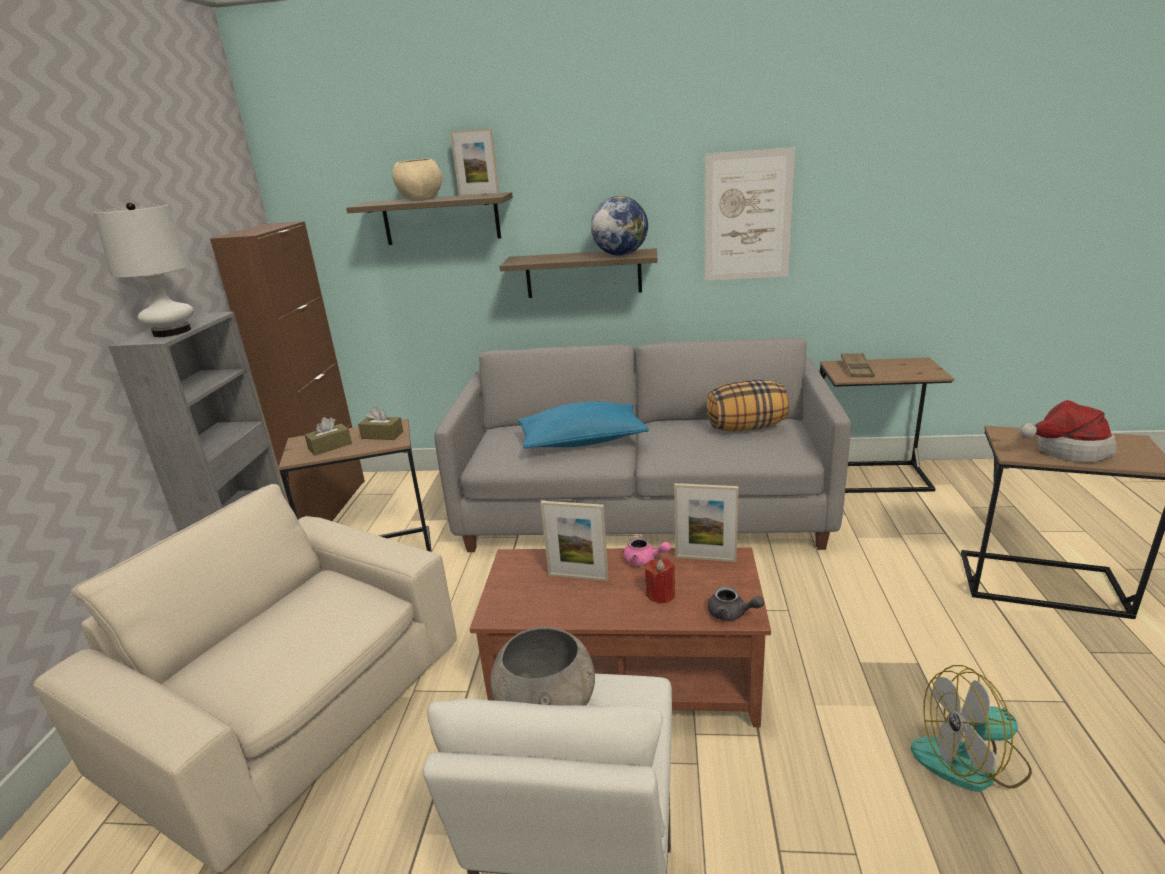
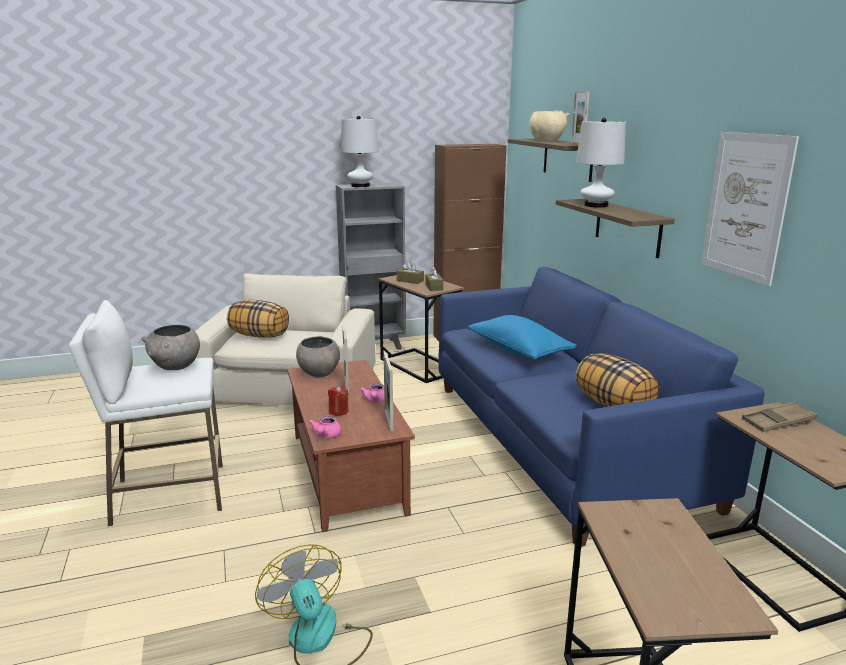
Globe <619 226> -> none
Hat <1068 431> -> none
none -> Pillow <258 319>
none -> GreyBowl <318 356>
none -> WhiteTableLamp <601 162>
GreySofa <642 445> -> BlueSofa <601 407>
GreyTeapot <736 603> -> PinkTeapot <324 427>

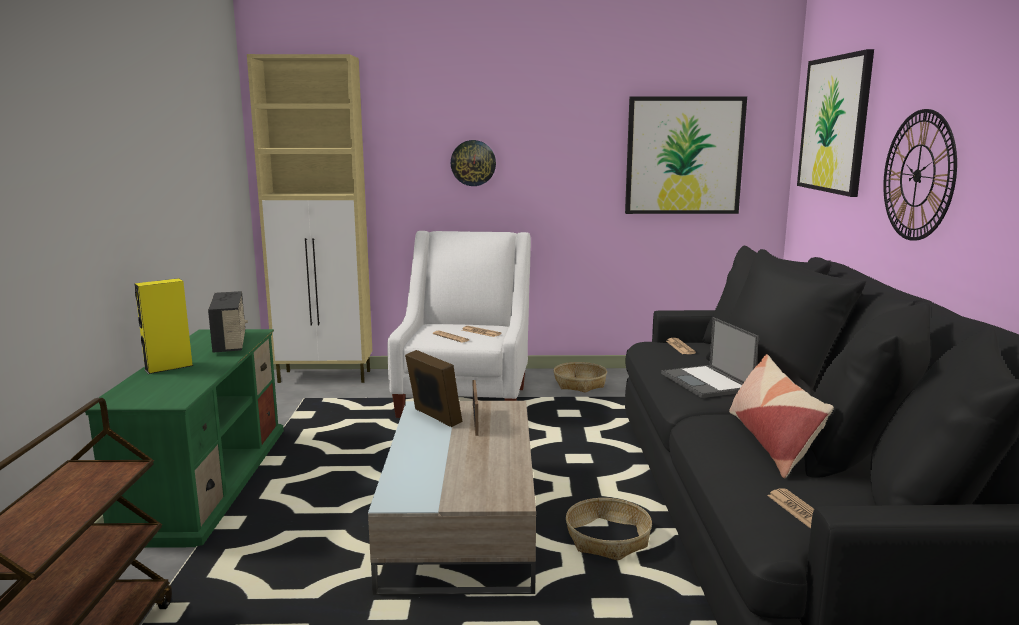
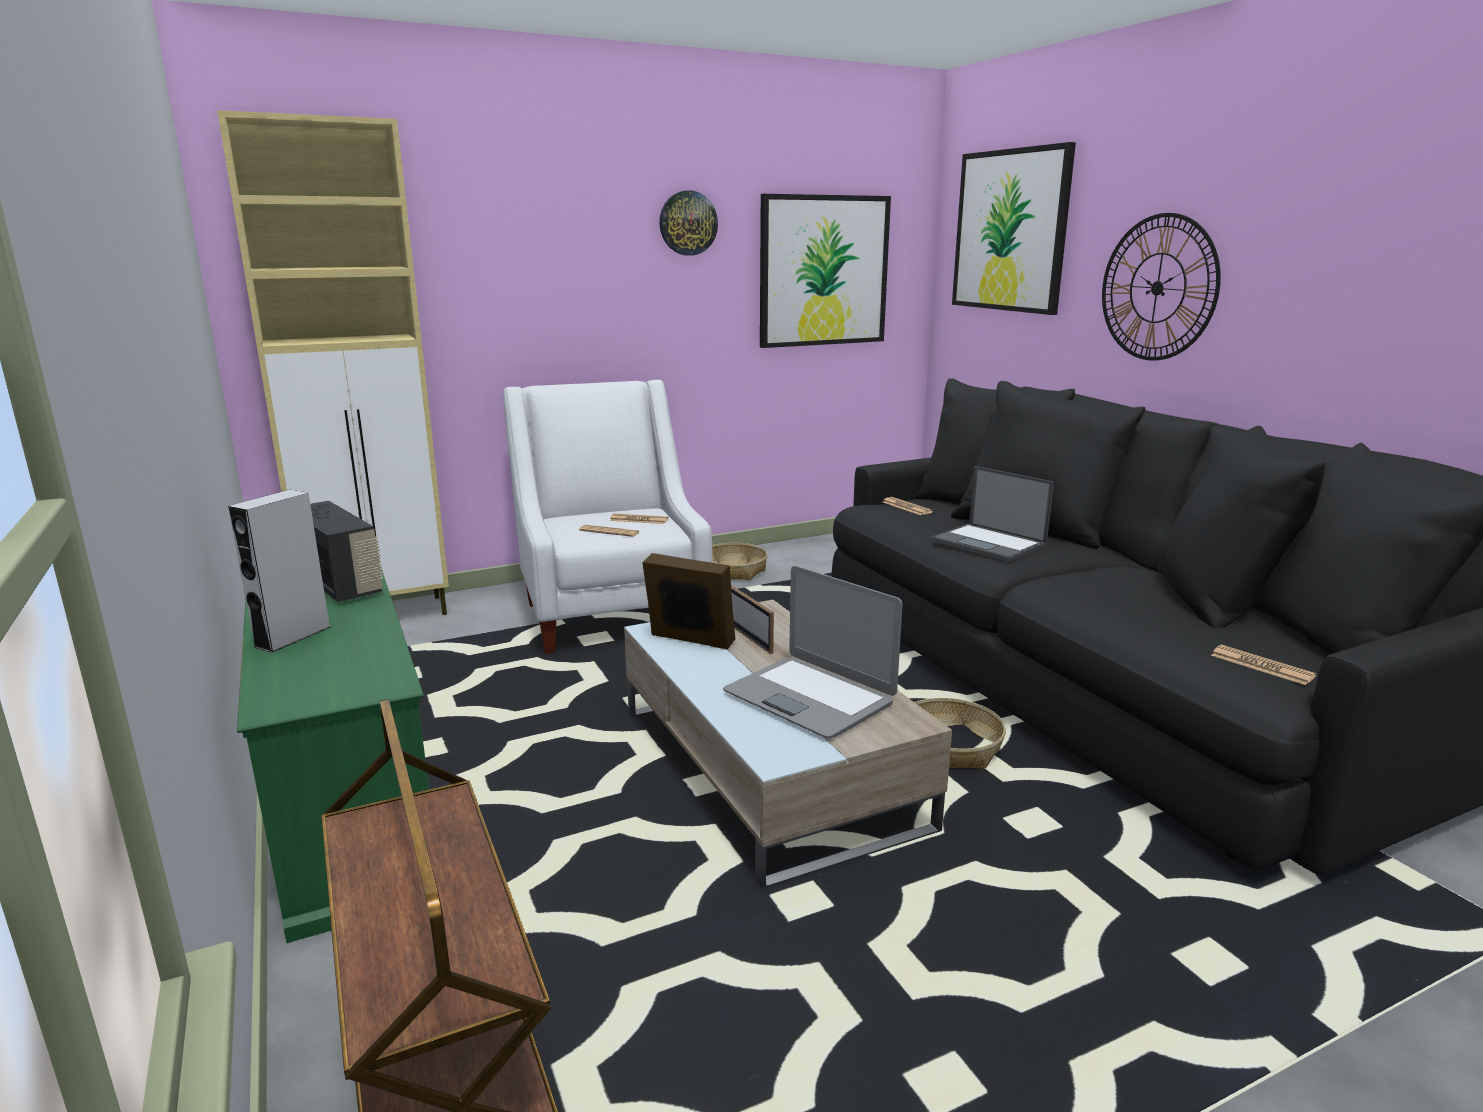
Pillow <781 416> -> none
none -> Laptop <813 652>
WallClock <473 163> -> WallClock <688 223>, shifted
YellowSpeaker <163 326> -> GreySpeaker <279 571>

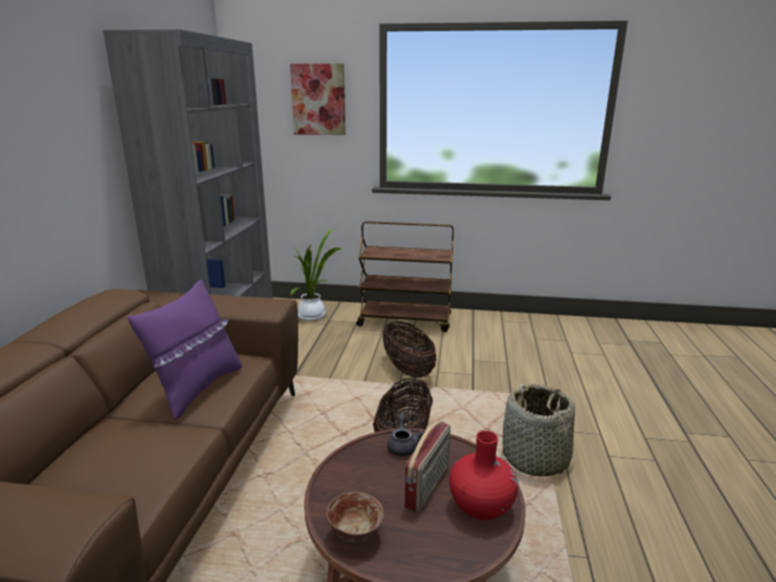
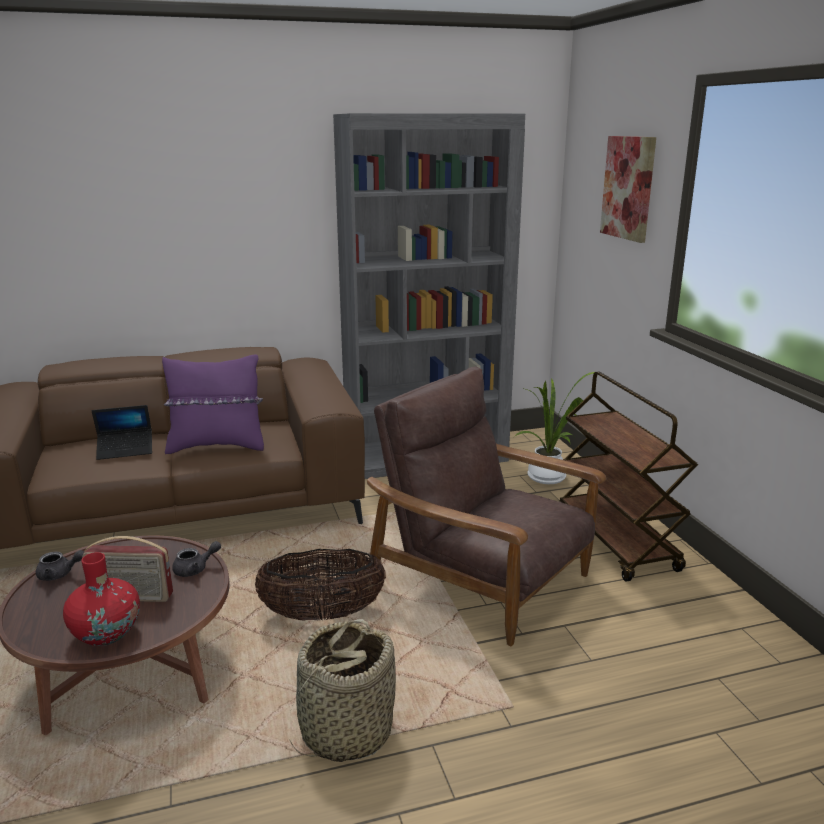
none -> Laptop <122 432>
Bowl <355 517> -> GreyTeapot <60 565>
Basket <409 349> -> BrownArmchair <486 506>

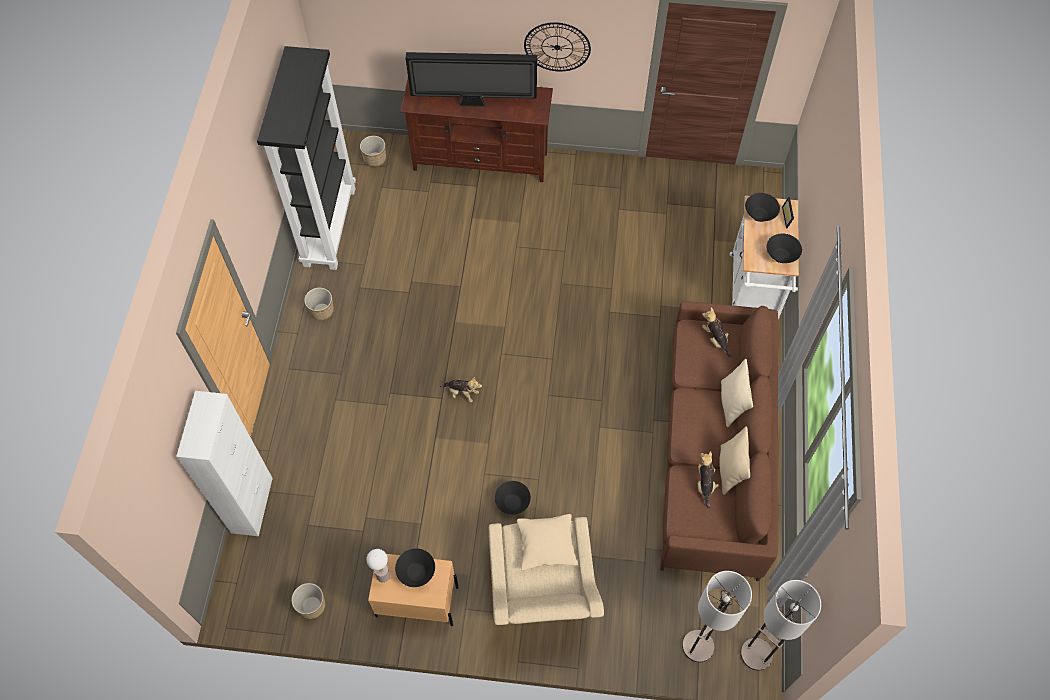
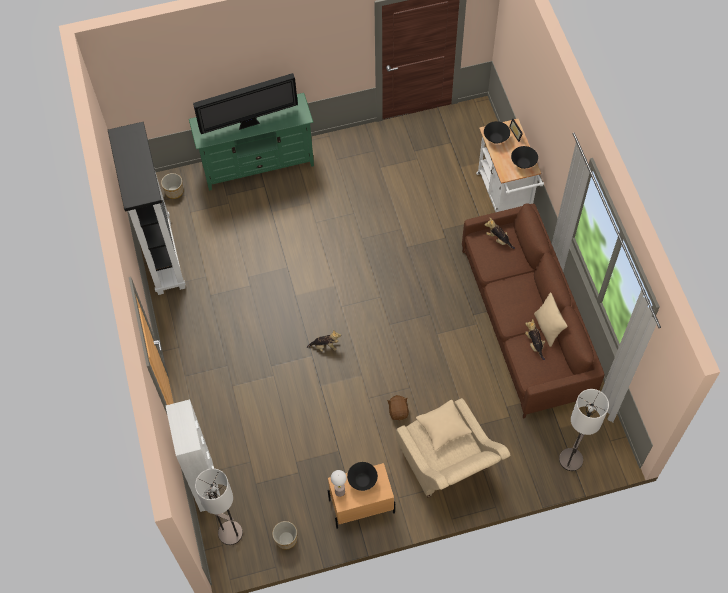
Planter <319 304> -> none
WallClock <557 47> -> none
BeigePillow <737 393> -> none
FloorLamp <781 625> -> FloorLamp <219 506>, shifted
BlackBowl <513 498> -> BrownPlushToy <398 407>
BrownTvStand <476 130> -> GreenTvStand <251 142>

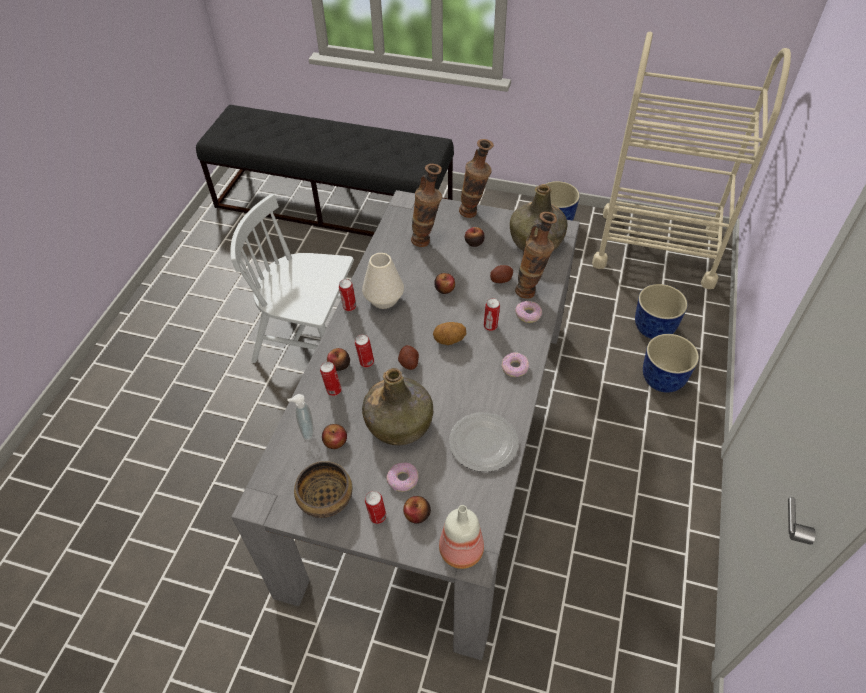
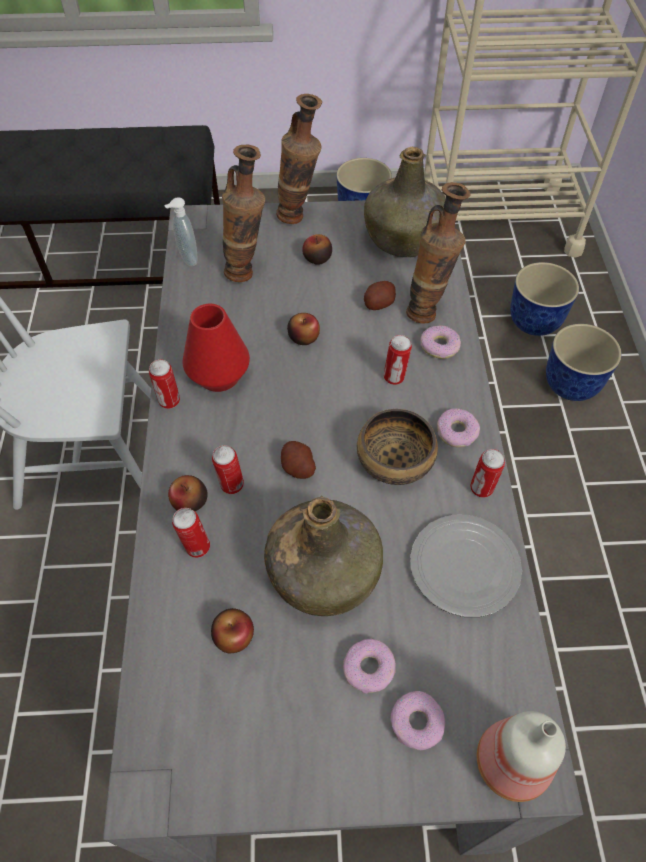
Potato <449 333> -> none
SoapDispenser <300 417> -> SoapDispenser <180 231>, shifted
Bowl <323 489> -> Bowl <397 447>, shifted
Can <375 507> -> Can <487 473>, shifted
Apple <417 510> -> Donut <417 720>
WhiteVase <383 281> -> RedVase <216 348>

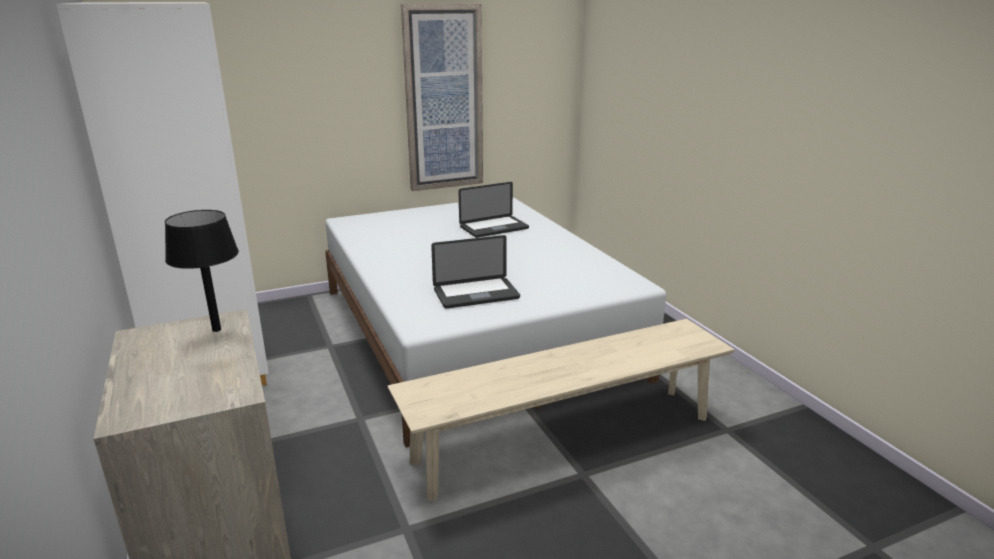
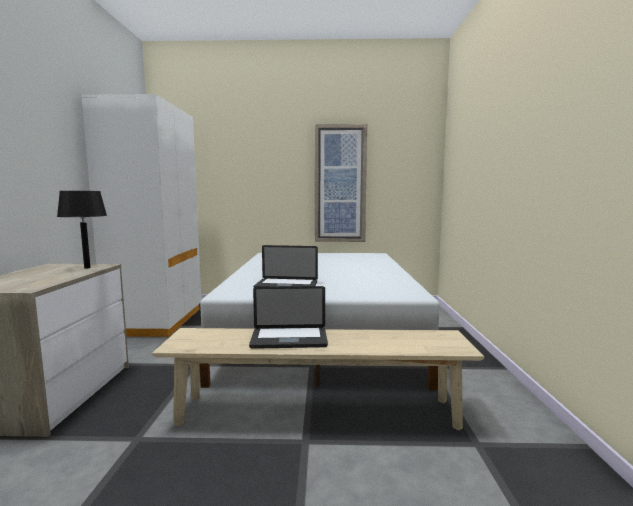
Laptop <493 210> -> Laptop <288 317>, shifted

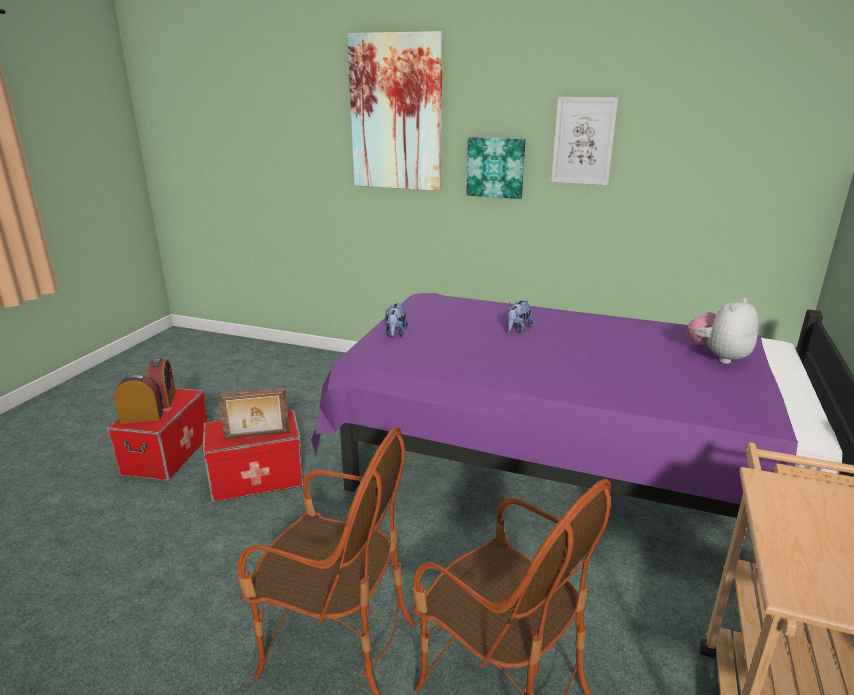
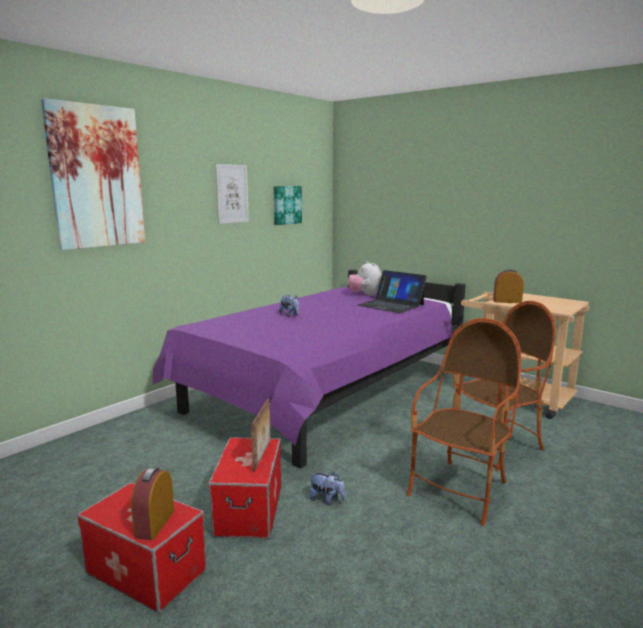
none -> Laptop <392 291>
AlarmClock <161 383> -> AlarmClock <508 286>, shifted
PlushToy <396 320> -> PlushToy <328 488>, shifted
Picture <496 168> -> Picture <288 205>, shifted

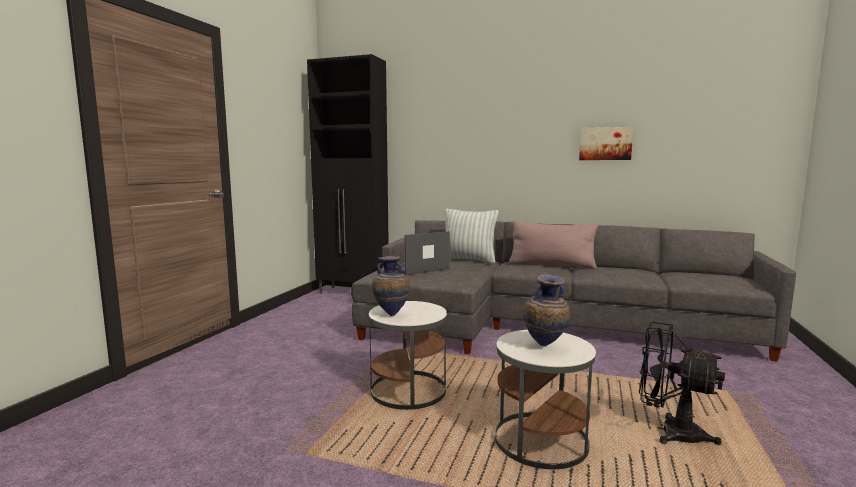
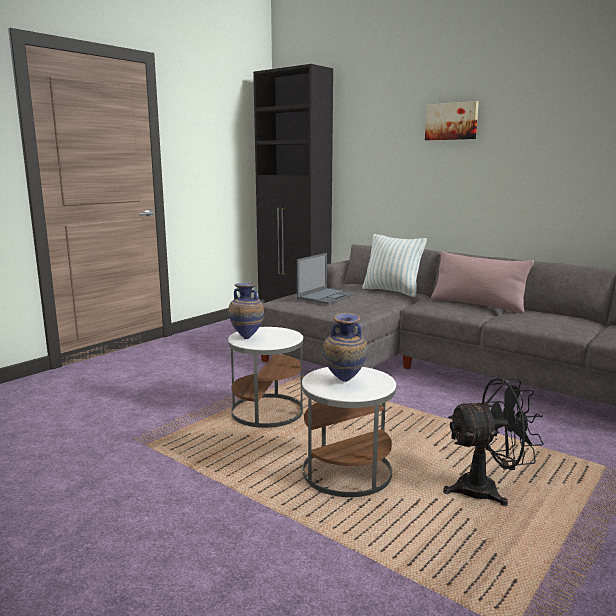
Picture <606 143> -> Picture <452 120>, shifted
Laptop <423 253> -> Laptop <326 278>, 135 degrees clockwise
BlackFan <682 383> -> BlackFan <493 442>, 120 degrees clockwise

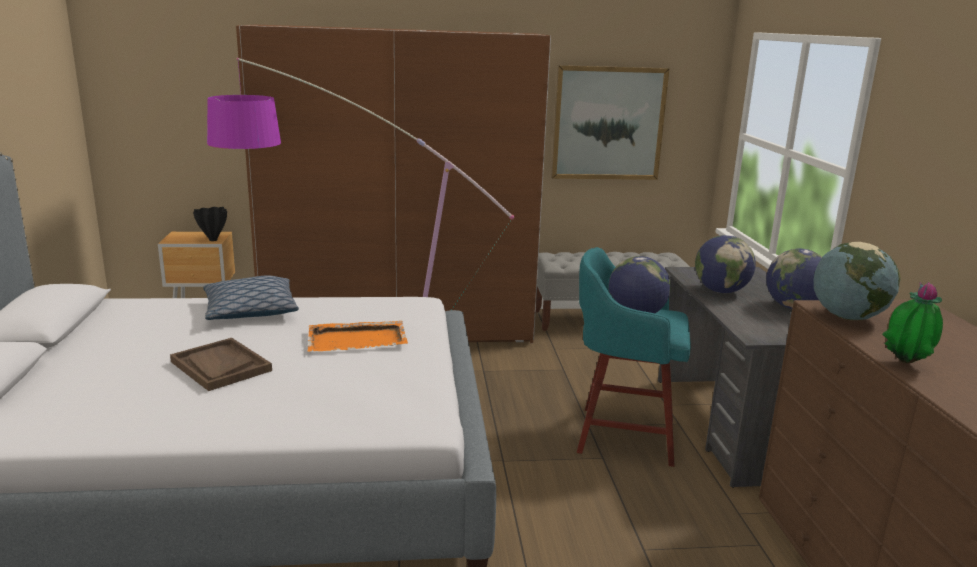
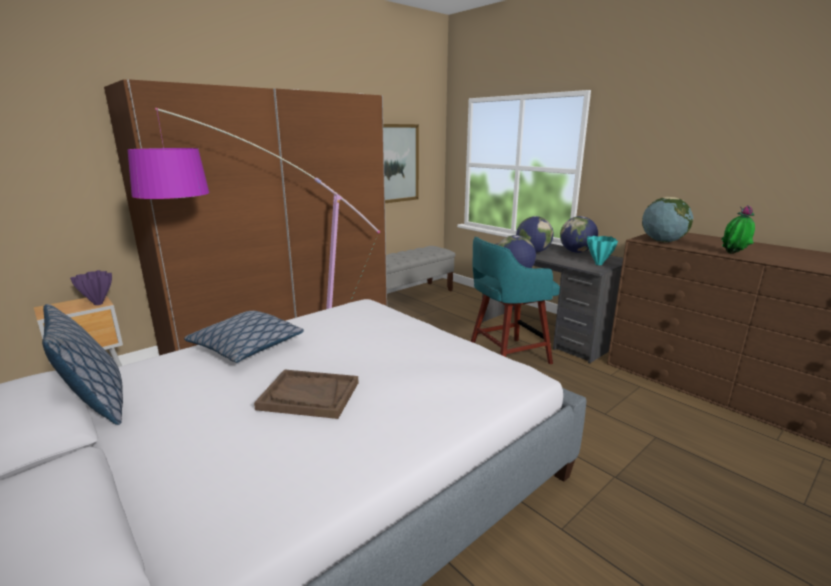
OrangeTray <357 336> -> none
none -> Pillow <82 364>
none -> TurquoiseVase <602 250>
BlackVase <210 224> -> PurpleVase <91 287>

